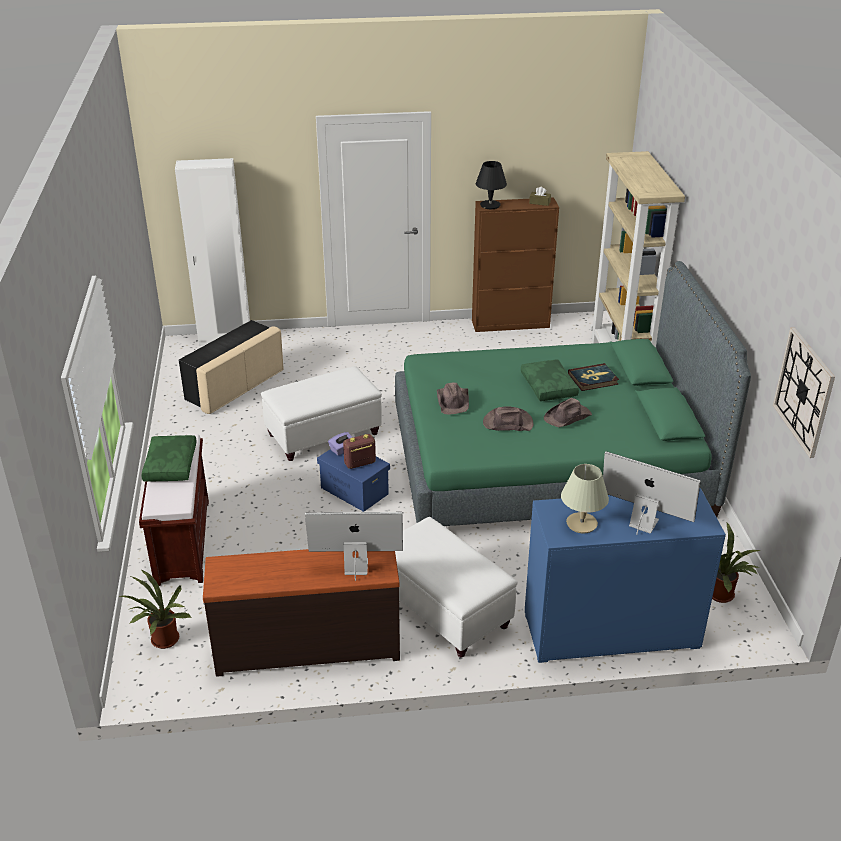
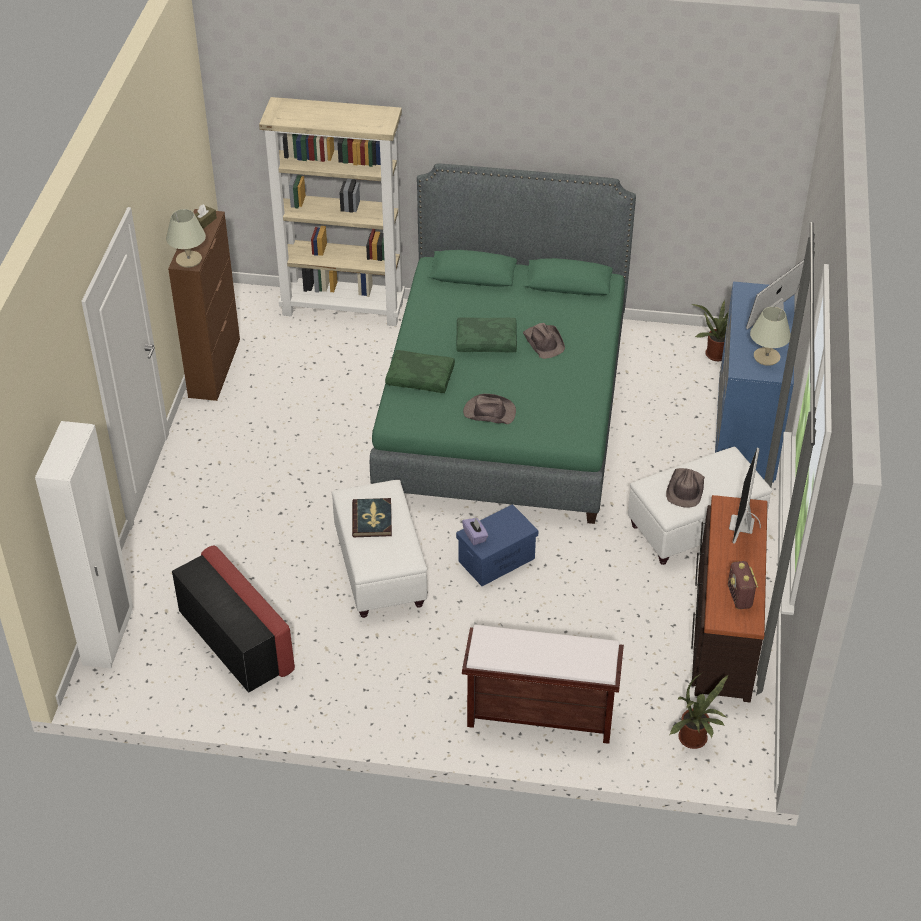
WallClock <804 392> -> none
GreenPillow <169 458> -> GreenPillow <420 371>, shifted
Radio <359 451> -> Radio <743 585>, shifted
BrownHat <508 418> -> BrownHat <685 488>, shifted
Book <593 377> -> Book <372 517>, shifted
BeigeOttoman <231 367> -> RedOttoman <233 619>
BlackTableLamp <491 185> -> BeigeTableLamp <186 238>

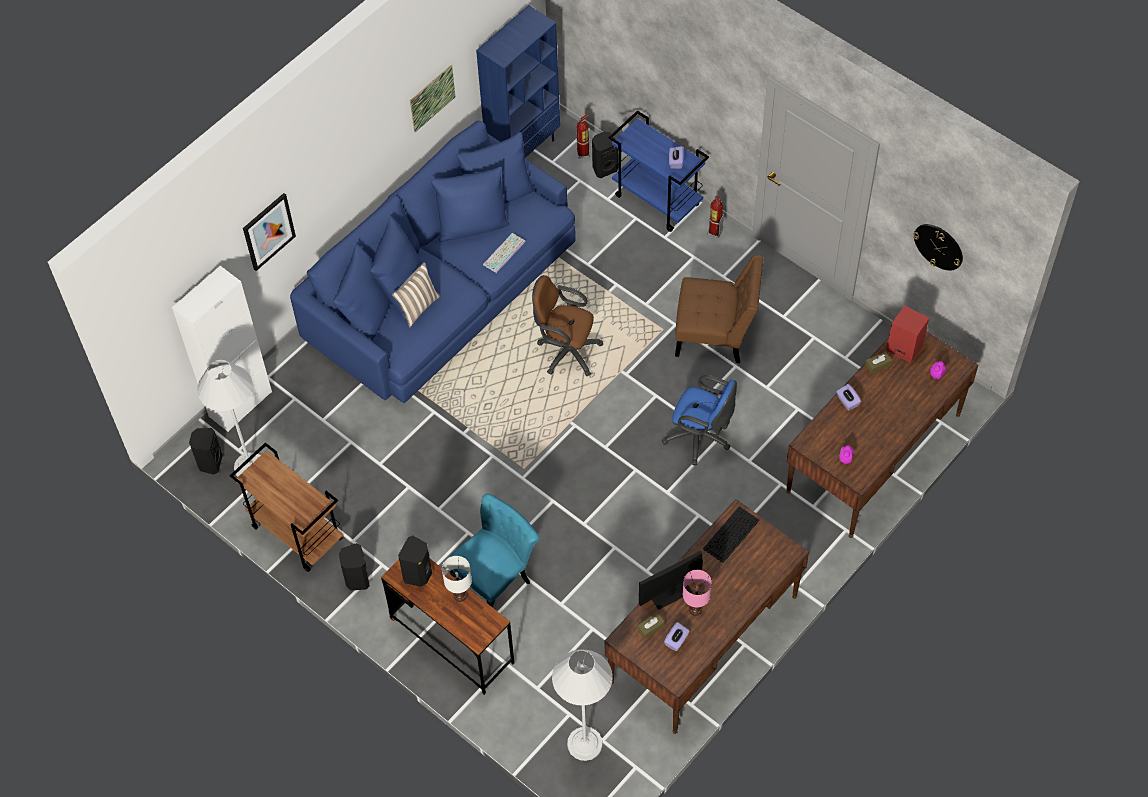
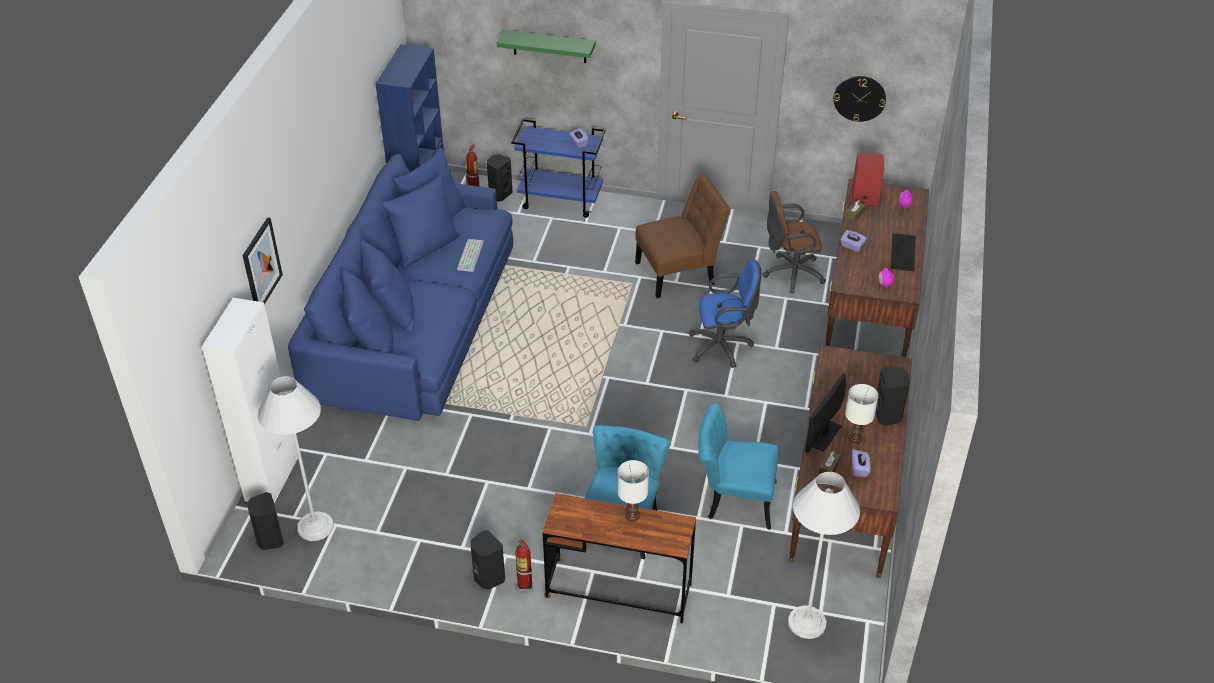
BrownCart <286 507> -> none
Pillow <416 295> -> none
Picture <433 98> -> none
none -> GreenShelf <546 46>
none -> TurquoiseChair <738 466>
BlackSpeaker <415 561> -> BlackSpeaker <893 396>, shifted
BrownOfficeChair <568 325> -> BrownOfficeChair <794 242>, shifted
Keyboard <731 534> -> Keyboard <903 252>, shifted
FireExtinguisher <715 217> -> FireExtinguisher <524 565>, shifted
PinkTableLamp <697 593> -> WhiteTableLamp <861 414>

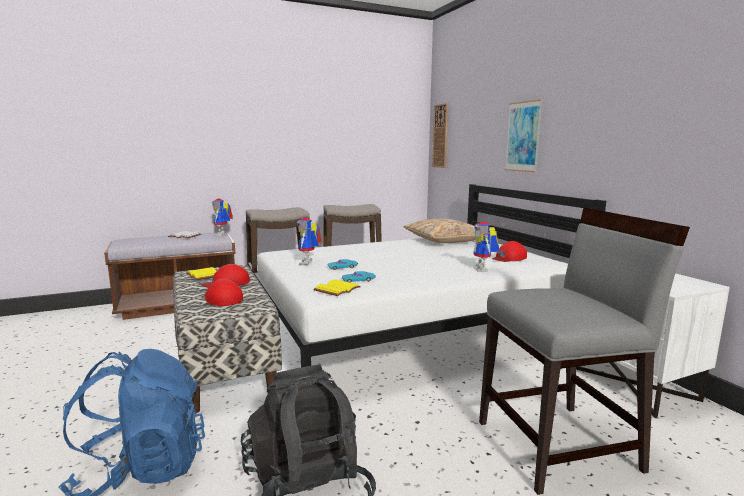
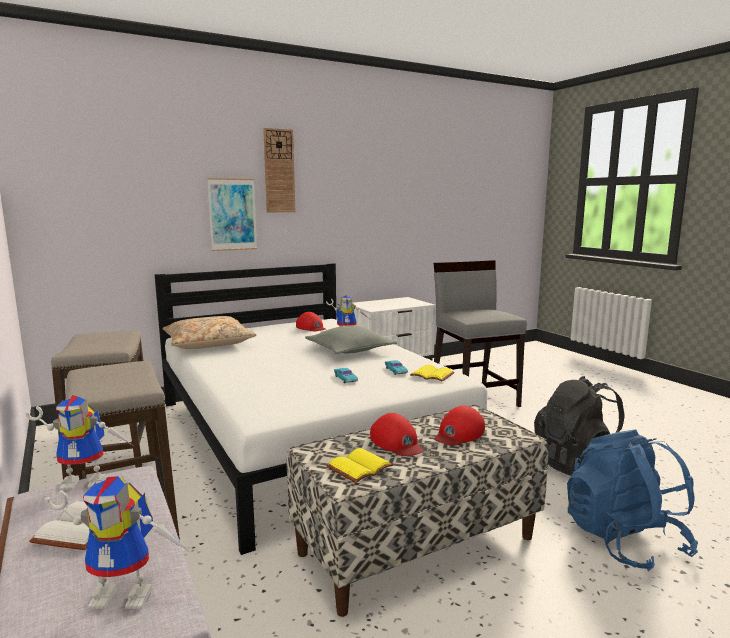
none -> GreyPillow <351 340>
ToyRobot <309 241> -> ToyRobot <116 542>, shifted
WallClock <440 135> -> WallClock <279 170>, shifted

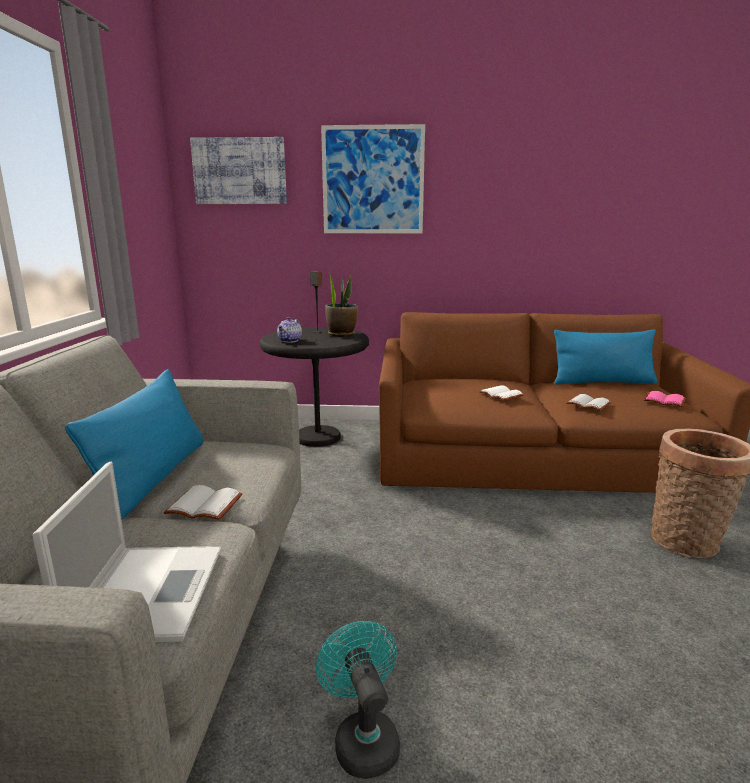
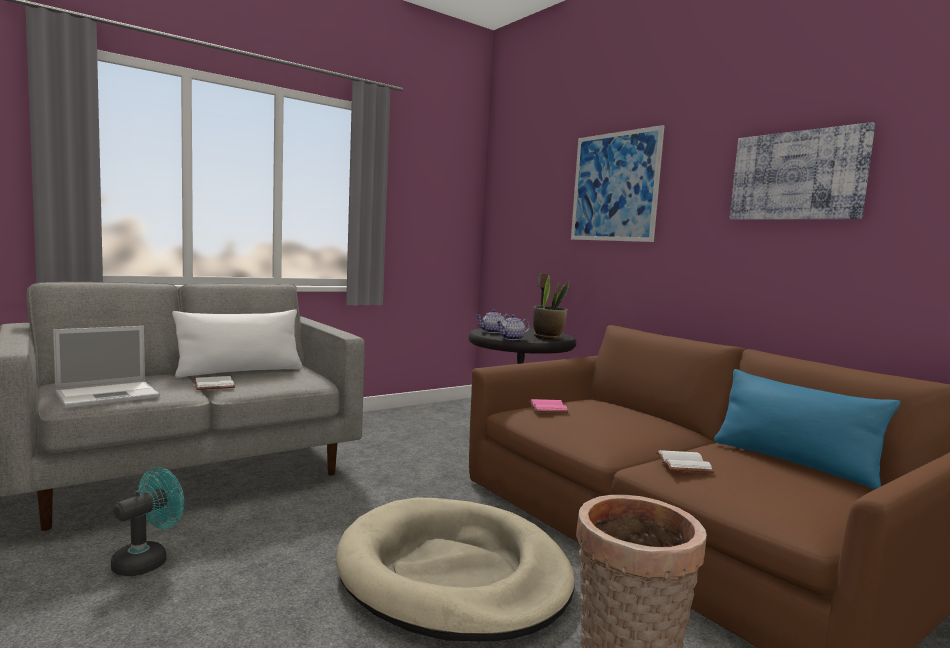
WhiteBook <501 393> -> none
none -> BeigeDogBed <455 569>
none -> Teapot <513 327>
Picture <238 170> -> Picture <802 171>, shifted
PinkBook <665 399> -> PinkBook <549 406>, shifted
BluePillow <134 444> -> WhitePillow <237 344>

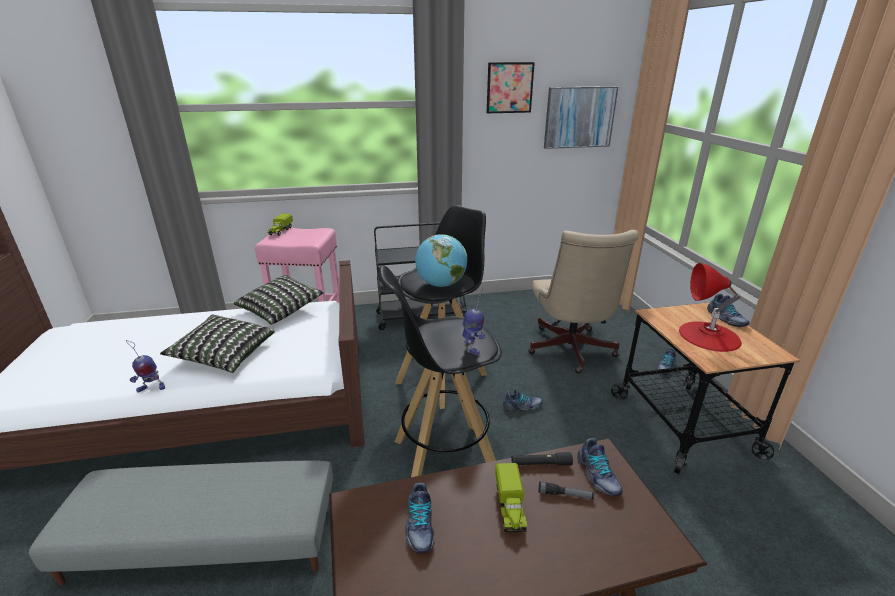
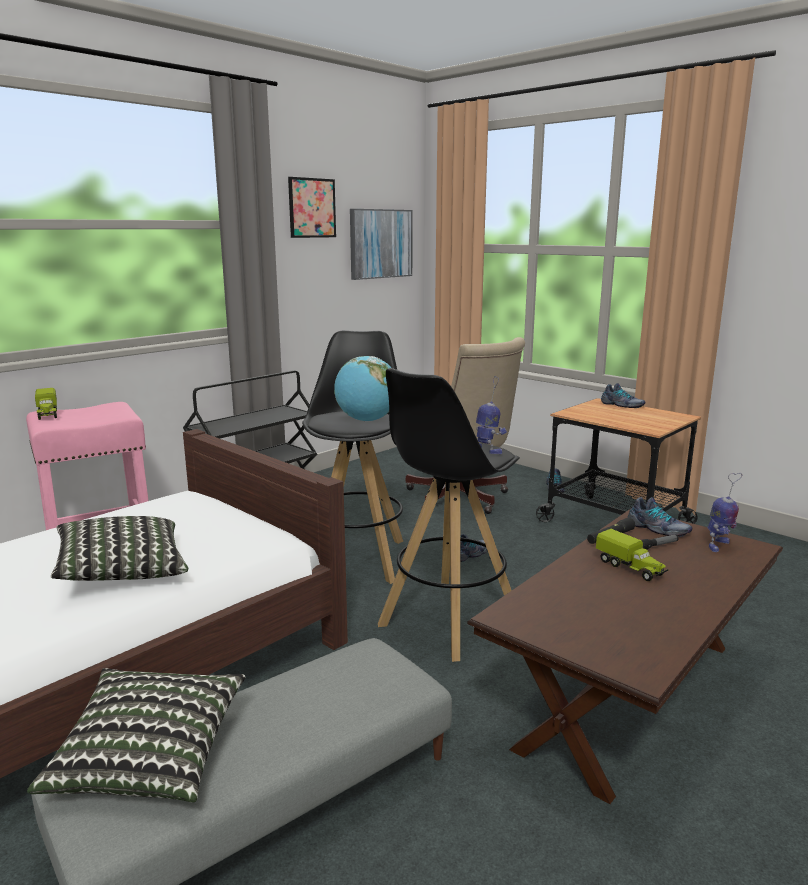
Shoe <419 518> -> none
RedTableLamp <710 307> -> none
ToyRobot <145 366> -> ToyRobot <725 512>, shifted
Pillow <279 300> -> Pillow <136 735>, shifted

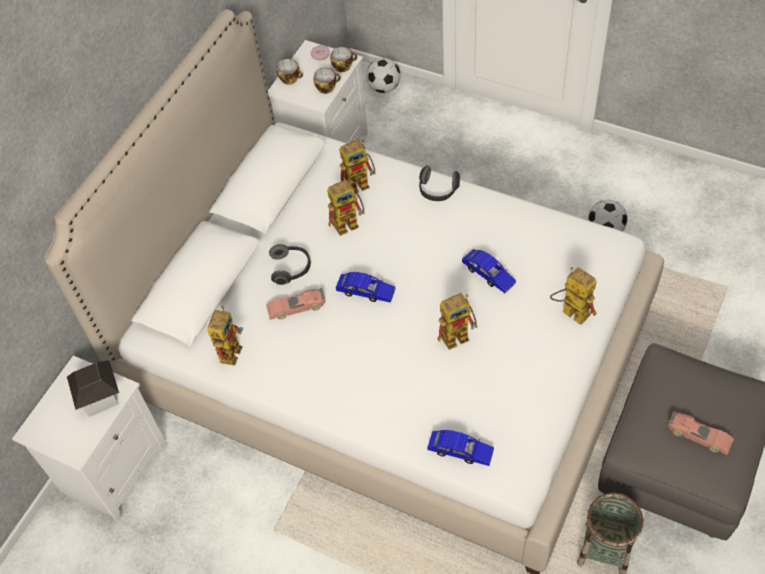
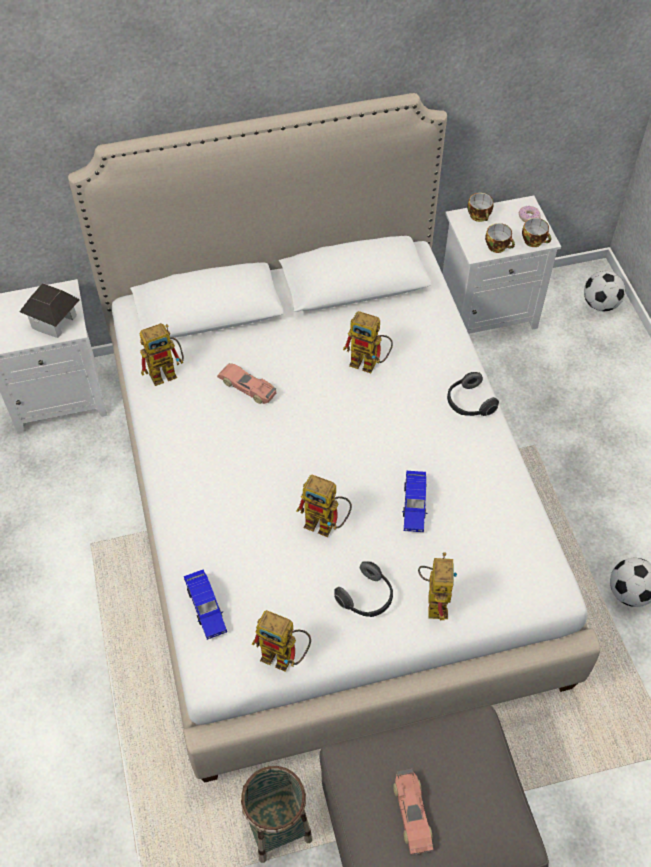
BlueToyCar <365 287> -> none
Headphones <290 264> -> Headphones <363 589>, shifted
ToyRobot <357 166> -> ToyRobot <281 641>, shifted

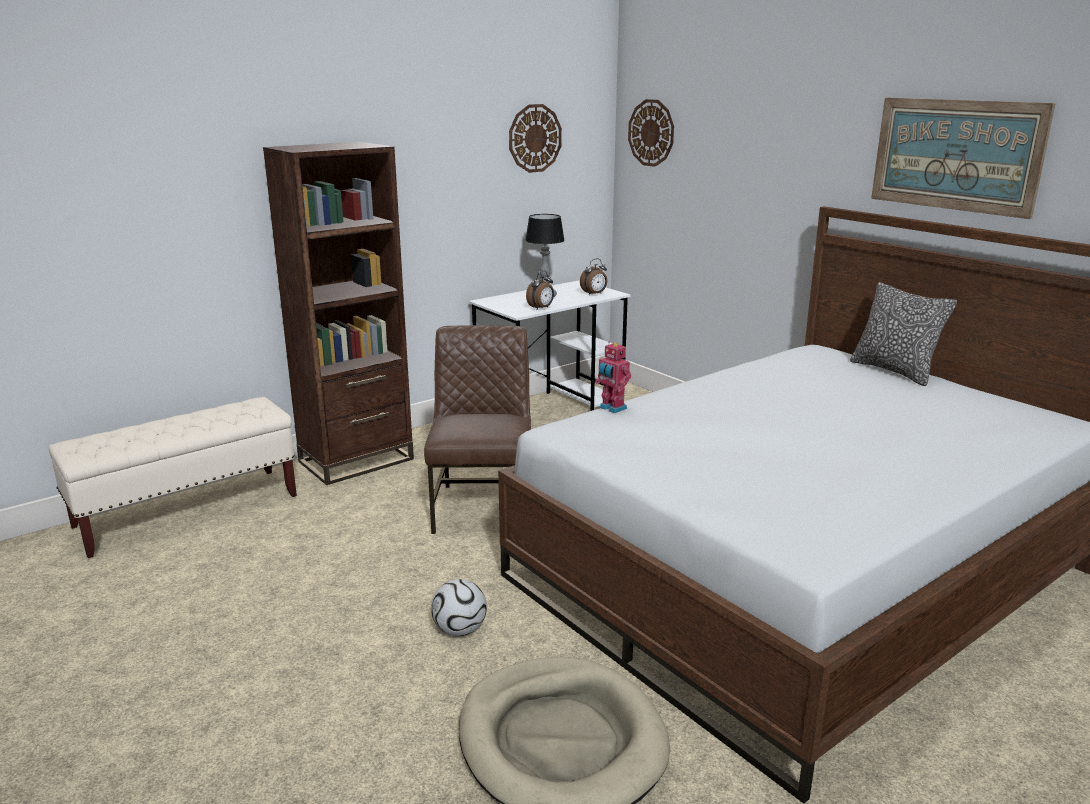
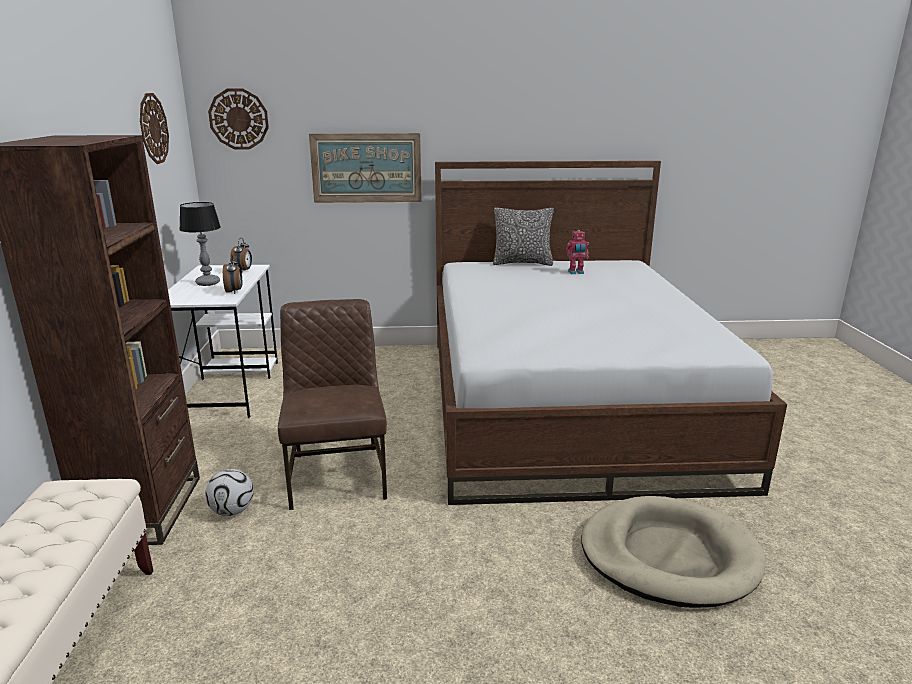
Football <459 607> -> Football <229 492>, shifted
ToyRobot <613 377> -> ToyRobot <577 252>, shifted
Picture <963 158> -> Picture <365 168>, shifted
BrownChair <477 429> -> BrownChair <332 404>, 45 degrees clockwise

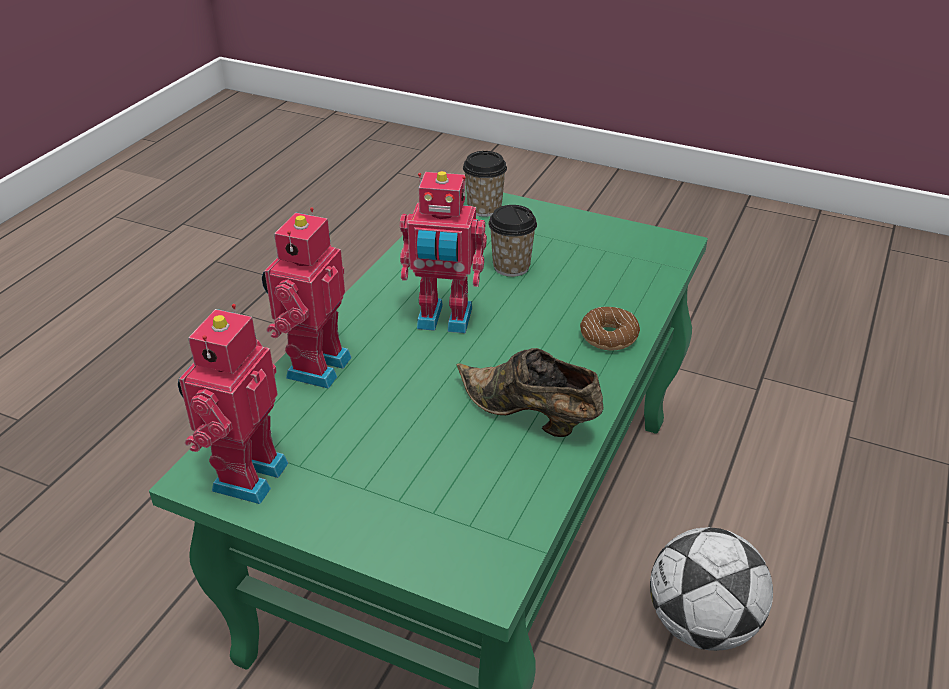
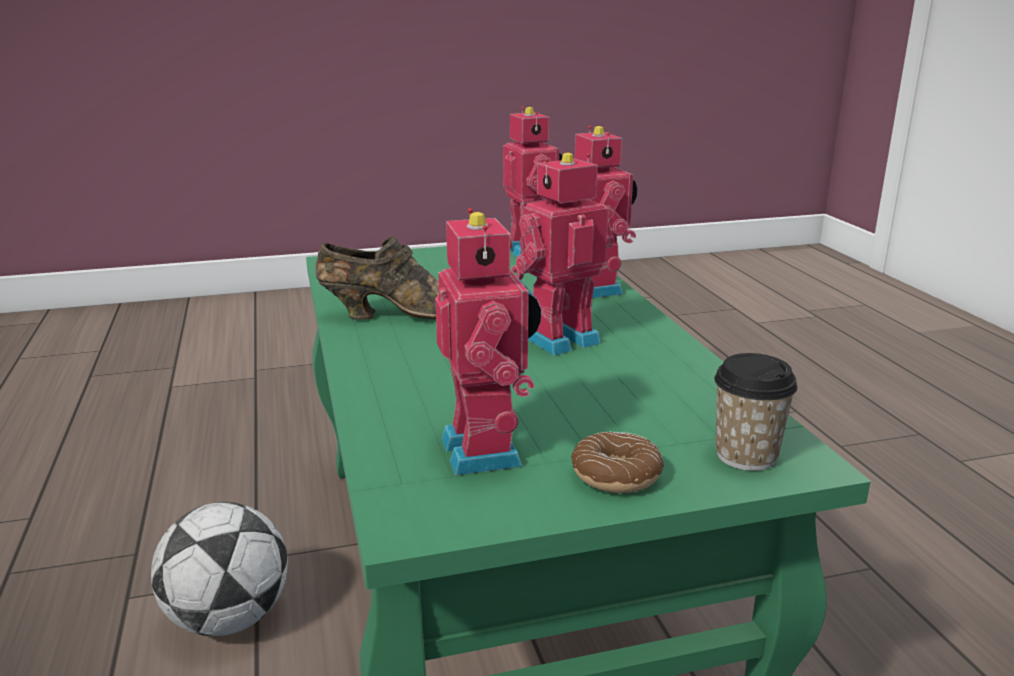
Cup <512 241> -> none
none -> ToyRobot <488 342>
Donut <610 329> -> Donut <617 462>, shifted

